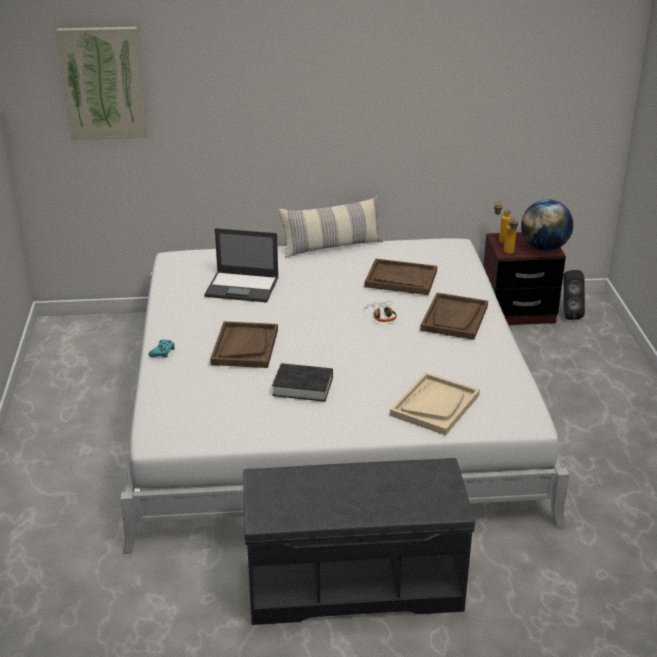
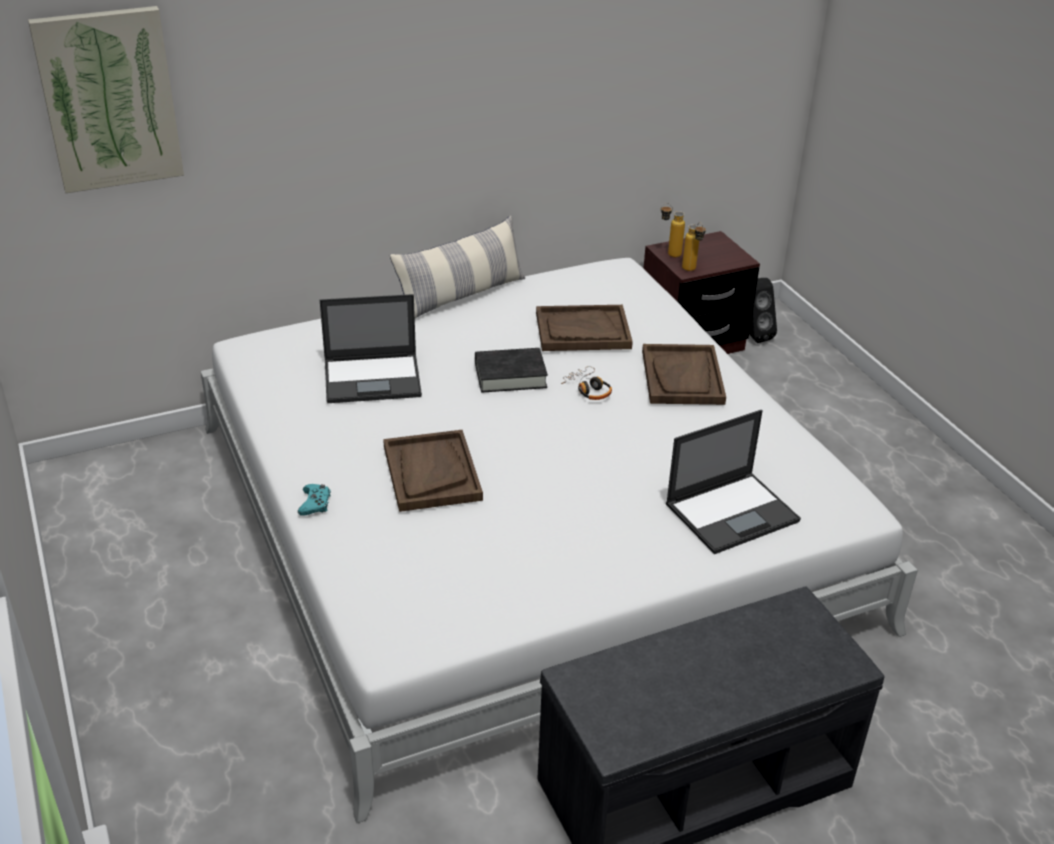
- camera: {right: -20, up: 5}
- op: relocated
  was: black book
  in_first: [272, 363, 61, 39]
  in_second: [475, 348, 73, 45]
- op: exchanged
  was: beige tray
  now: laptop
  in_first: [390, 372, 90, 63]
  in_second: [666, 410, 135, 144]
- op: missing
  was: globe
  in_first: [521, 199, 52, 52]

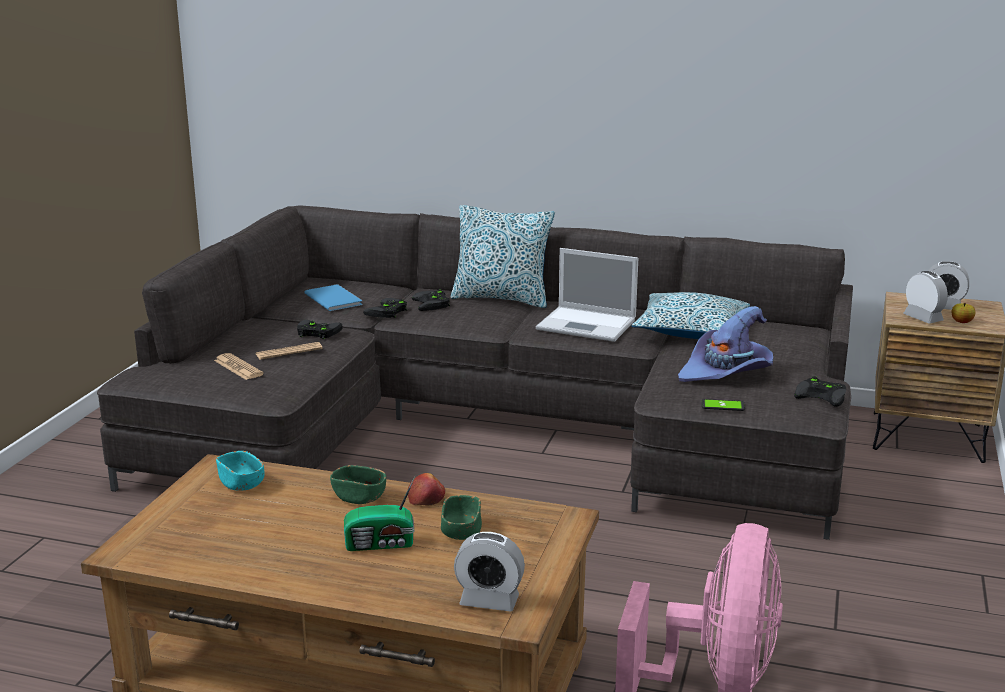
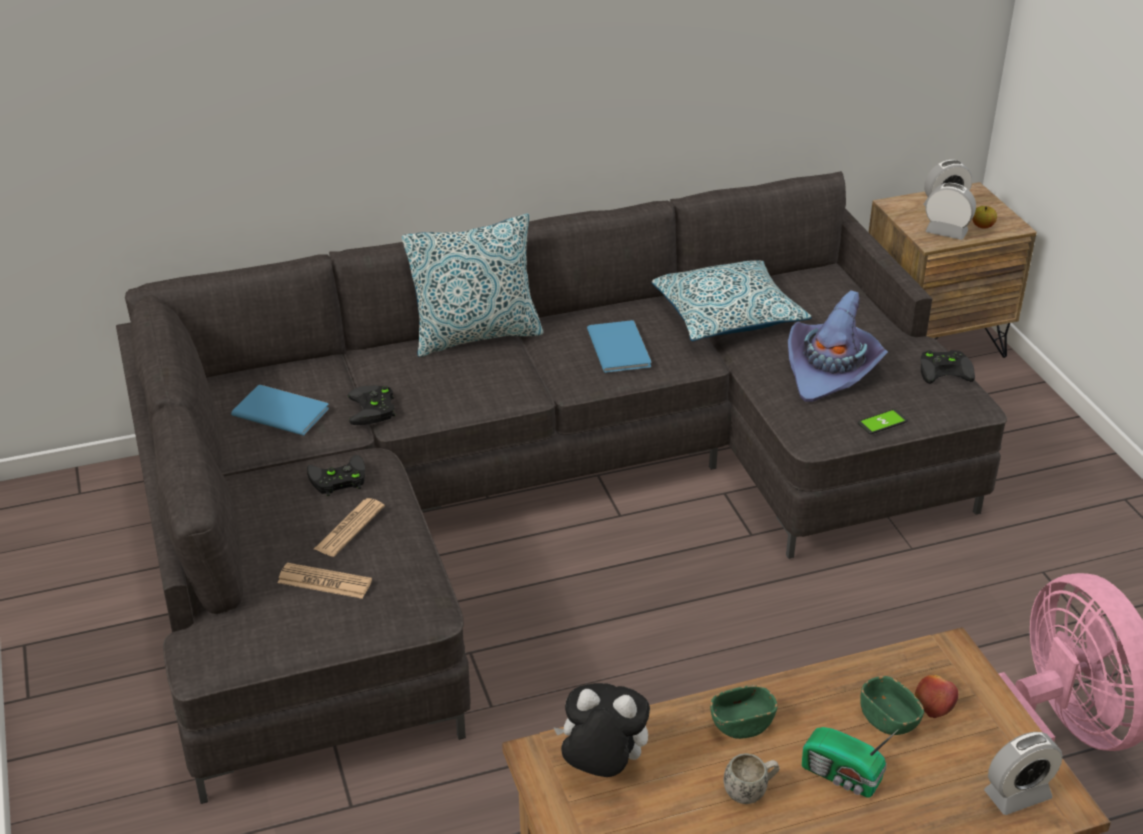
- camera: {right: -35, up: 15}
- op: exchanged
  was: turquoise bowl
  now: plush toy
  in_first: [216, 451, 49, 40]
  in_second: [553, 683, 97, 94]
- op: spun
  was: radio
  in_first: [344, 475, 72, 76]
  in_second: [802, 727, 96, 71]
  clockwise: 75
- op: relocated
  was: apple
  in_first: [408, 473, 37, 32]
  in_second: [915, 675, 43, 43]
- op: missing
  was: black game controller
  in_first: [412, 289, 38, 22]
- op: exchanged
  was: laptop
  now: blue book
  in_first: [536, 248, 102, 94]
  in_second: [587, 320, 64, 53]
- op: appeared
  now: white mug
  in_second: [724, 753, 56, 51]

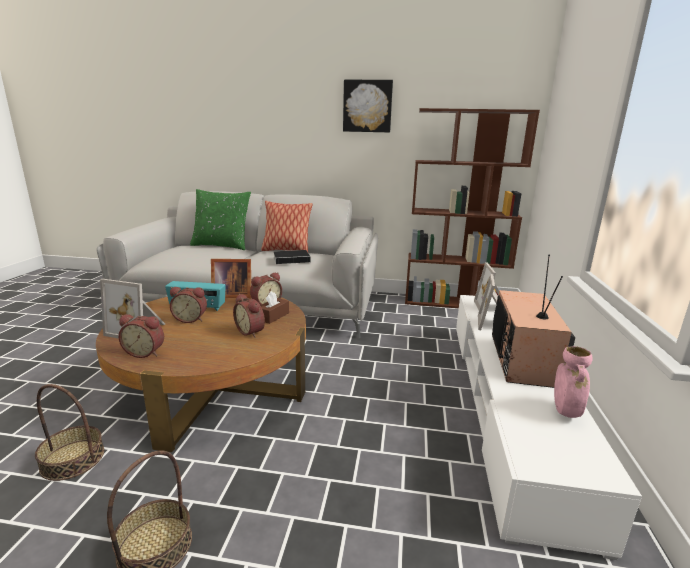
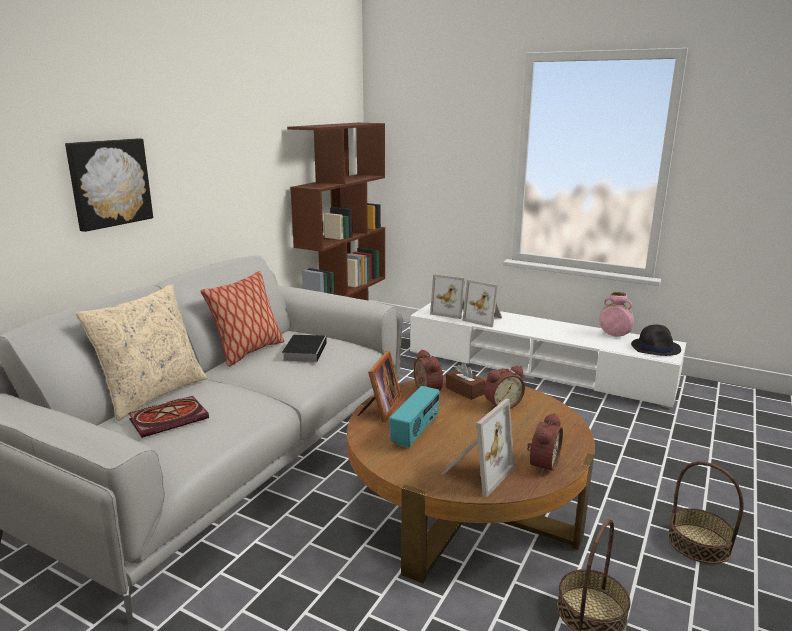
- camera: {right: -70, up: 0}
- op: missing
  was: alarm clock
  in_first: [170, 287, 37, 36]
- op: colour
  was: green pillow
  now: beige pillow
  in_first: [190, 189, 61, 61]
  in_second: [76, 284, 131, 137]
- op: relocated
  was: picture
  in_first: [343, 80, 50, 52]
  in_second: [65, 138, 88, 94]
- op: missing
  was: television
  in_first: [492, 255, 83, 133]
- op: appeared
  now: book
  in_second: [128, 396, 81, 42]
- op: appeared
  now: black hat
  in_second: [631, 324, 50, 32]

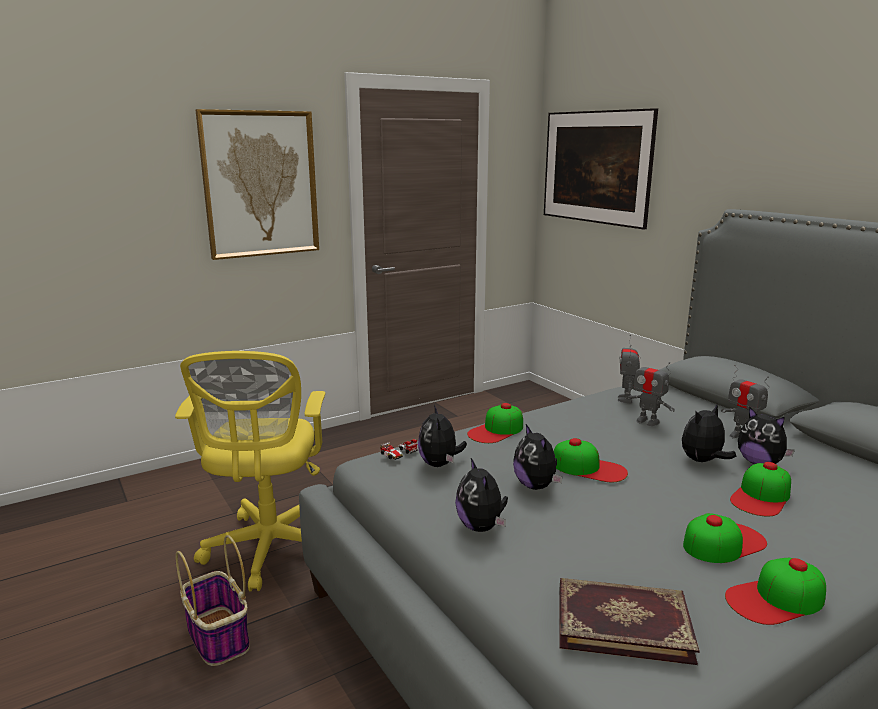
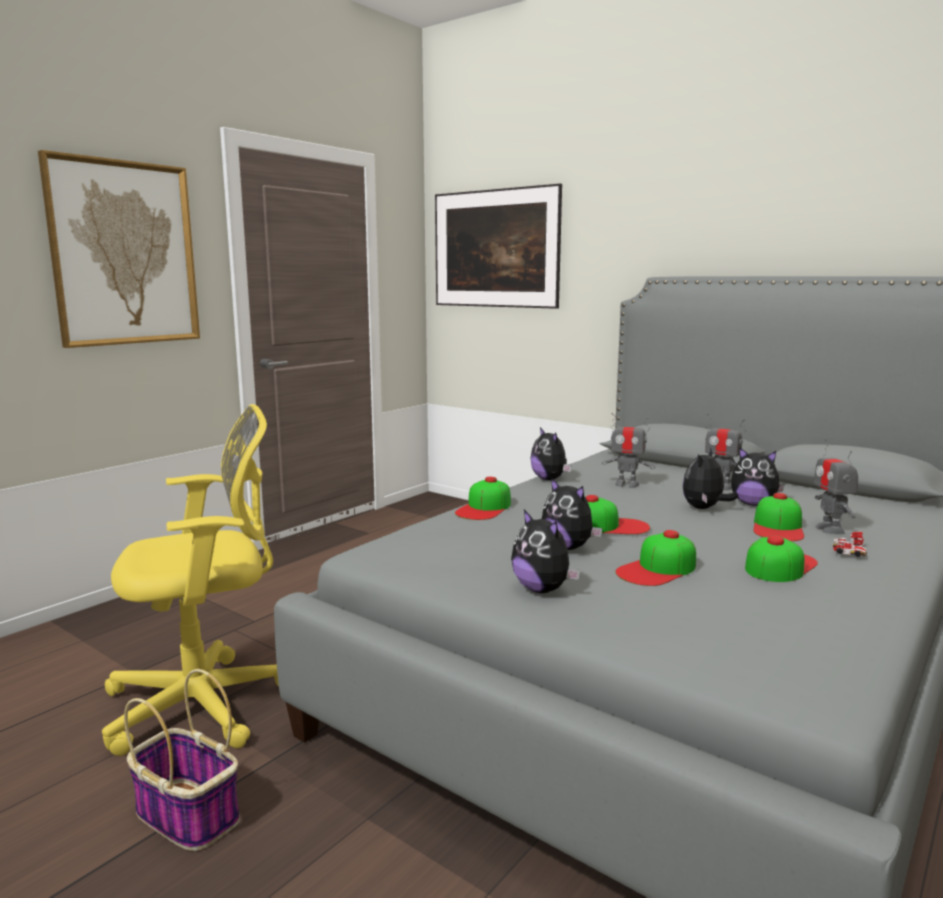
- camera: {right: -20, up: -5}
- op: spun
  was: yellow office chair
  in_first: [175, 351, 150, 240]
  in_second: [102, 404, 177, 352]
  clockwise: -90
- op: relocated
  was: toy car
  in_first: [380, 439, 38, 21]
  in_second: [833, 532, 34, 25]
- op: relocated
  was: plush toy
  in_first: [418, 405, 49, 62]
  in_second: [530, 427, 41, 53]
- op: missing
  was: book
  in_first: [560, 578, 140, 87]
- op: relocated
  was: toy robot
  in_first: [617, 335, 23, 69]
  in_second: [814, 439, 44, 95]
- op: relocated
  was: cap
  in_first: [725, 558, 101, 67]
  in_second: [615, 530, 81, 56]

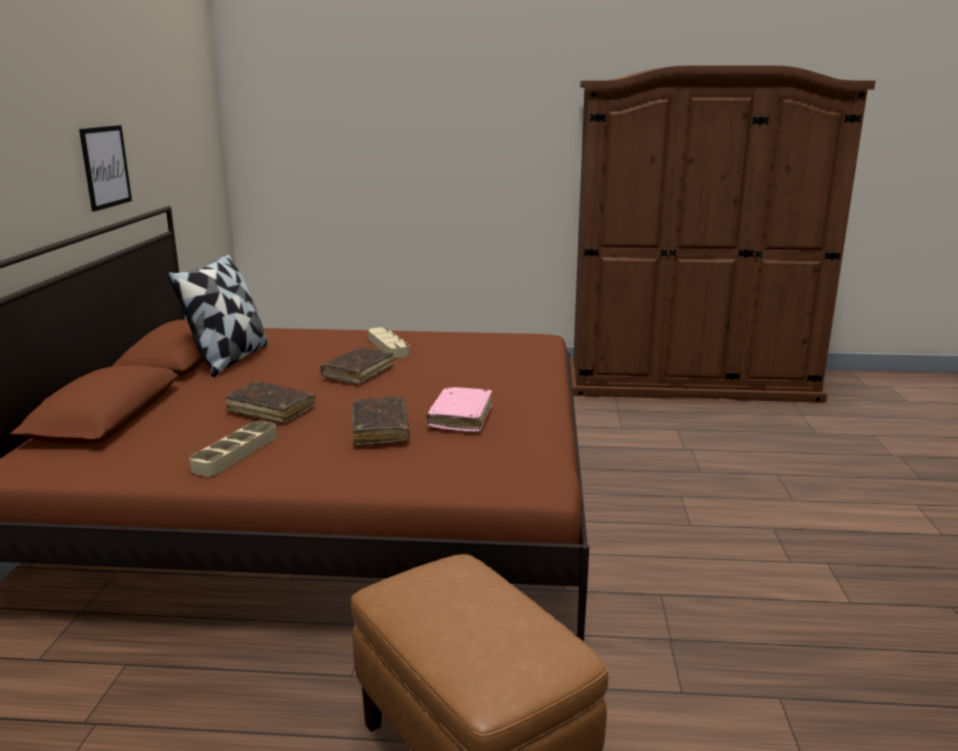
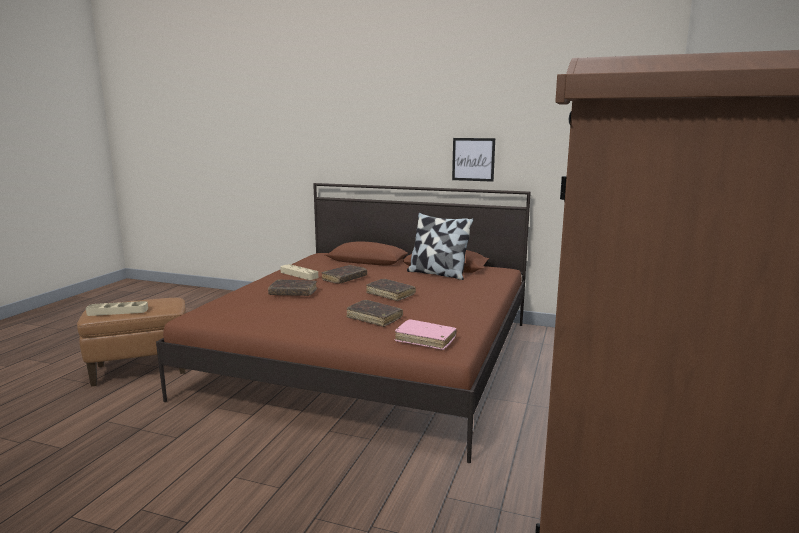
- camera: {right: 105, up: -5}
- op: relocated
  was: beige tray
  in_first: [368, 327, 42, 31]
  in_second: [86, 301, 62, 15]
- op: relocated
  was: pink book
  in_first: [426, 387, 66, 45]
  in_second: [395, 319, 62, 31]
- op: appeared
  now: brown book
  in_second: [346, 300, 57, 27]

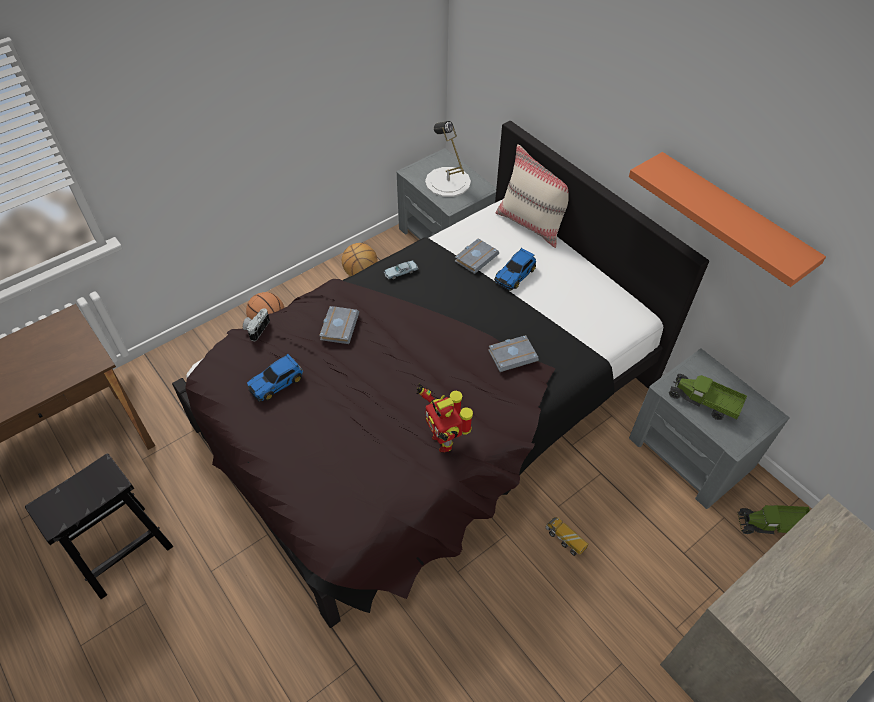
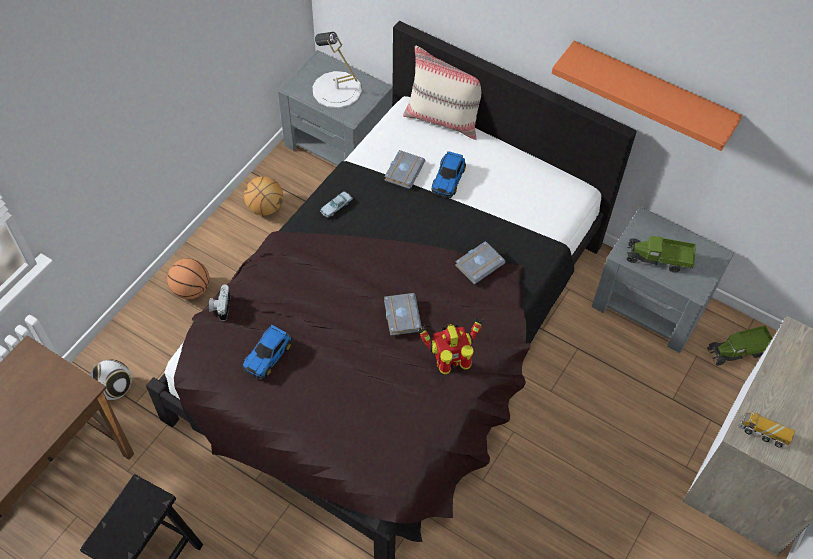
- camera: {right: -20, up: 5}
- op: relocated
  was: grey book
  in_first: [319, 306, 40, 38]
  in_second: [384, 293, 38, 43]
- op: spun
  was: toy robot
  in_first: [416, 384, 57, 69]
  in_second: [418, 317, 66, 57]
  clockwise: 120
- op: relocated
  was: toy truck
  in_first: [545, 517, 43, 39]
  in_second: [739, 412, 56, 36]
- op: appeared
  now: football
  in_second: [90, 360, 42, 40]

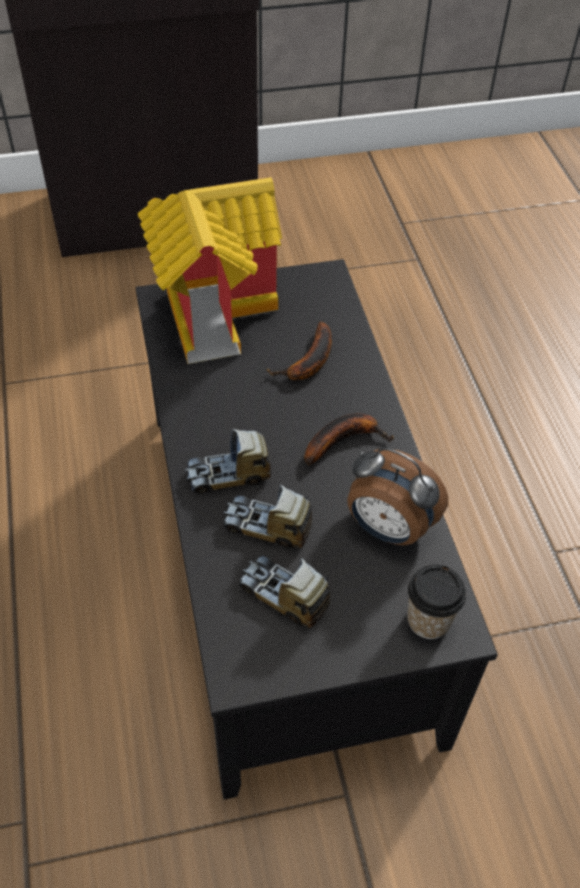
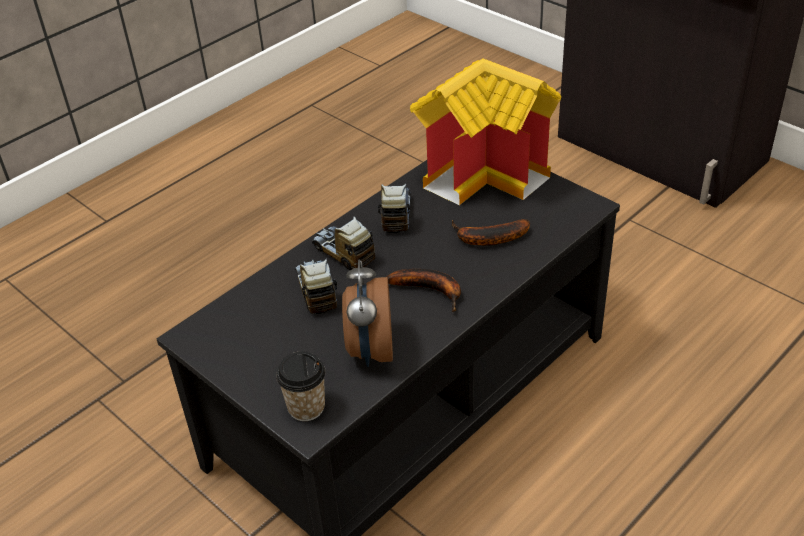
- camera: {right: 60, up: -10}
- op: relocated
  was: toy truck
  in_first: [239, 556, 91, 72]
  in_second: [378, 184, 33, 49]

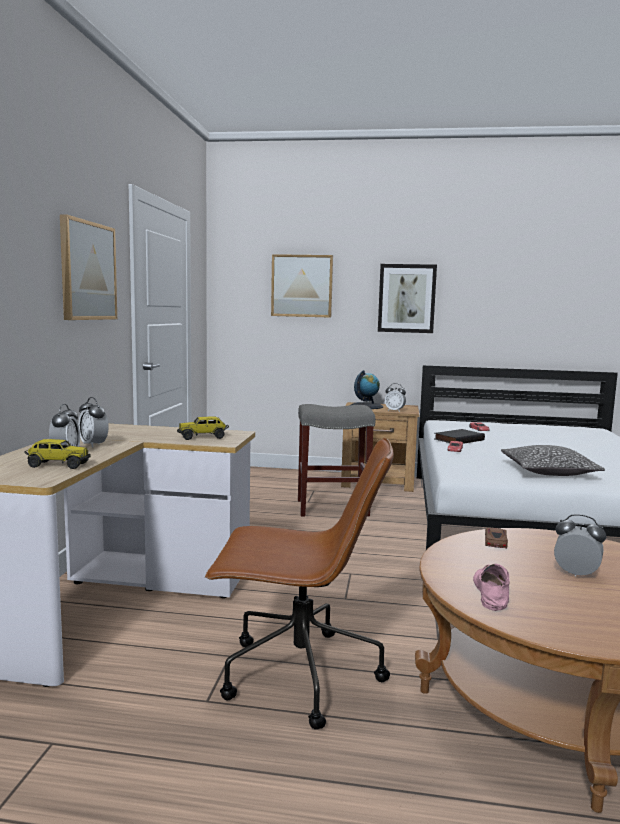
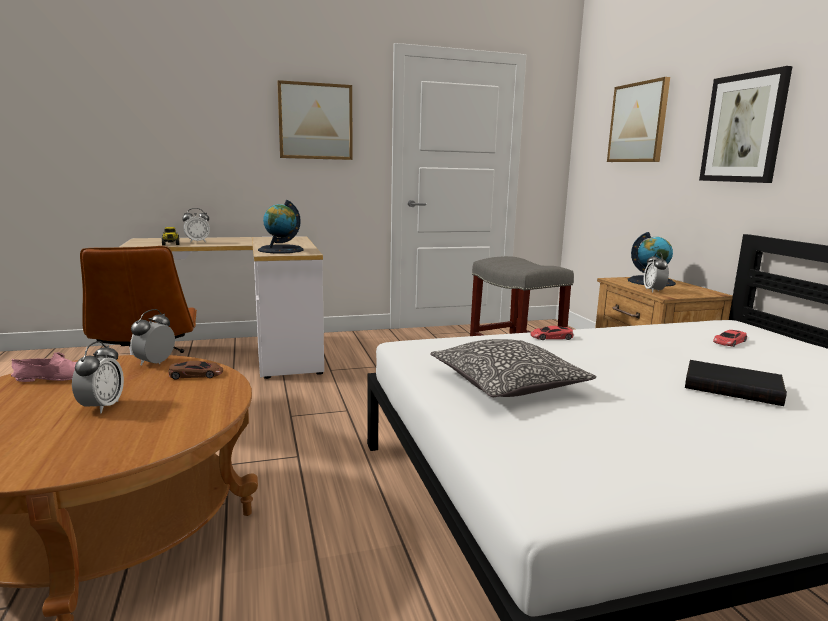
- camera: {right: 65, up: 5}
- op: relocated
  was: alarm clock
  in_first: [78, 397, 30, 51]
  in_second: [130, 309, 45, 57]
- op: exchanged
  was: toy truck
  now: globe
  in_first: [177, 417, 52, 23]
  in_second: [258, 200, 46, 53]
- op: relocated
  was: black book
  in_first: [434, 429, 51, 15]
  in_second: [685, 360, 102, 46]

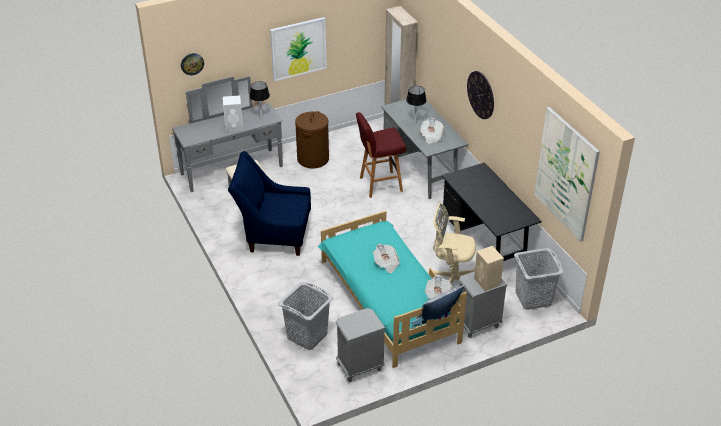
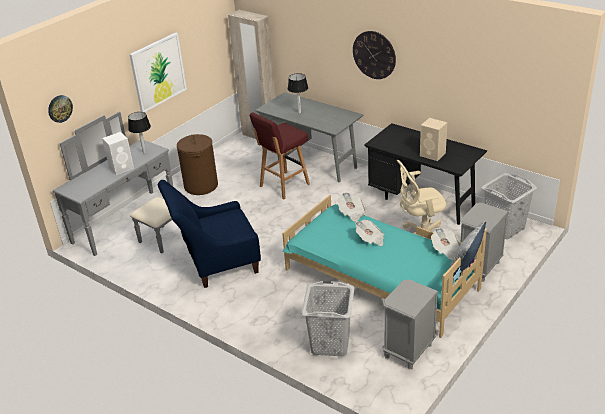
- camera: {right: -25, up: -5}
- op: relocated
  was: newspaper
  in_first: [420, 118, 24, 26]
  in_second: [338, 192, 28, 30]
- op: relocated
  was: beige speaker
  in_first: [474, 246, 30, 45]
  in_second: [420, 118, 27, 43]
- op: missing
  was: picture
  in_first: [534, 107, 66, 135]

